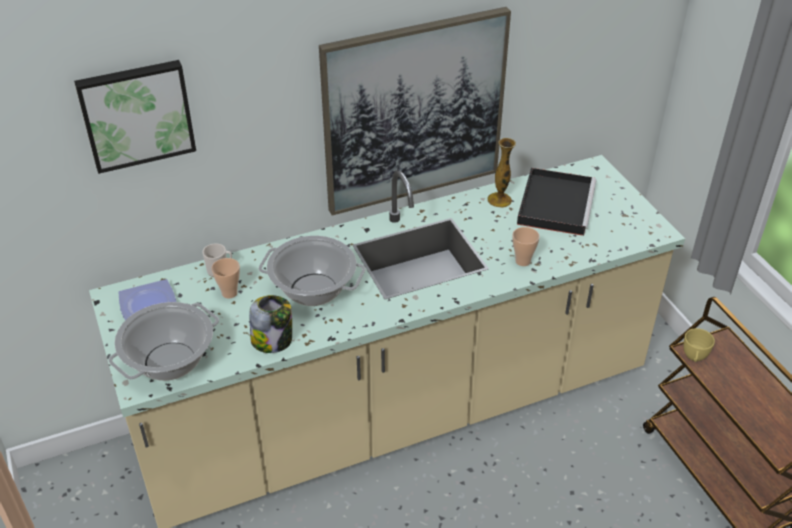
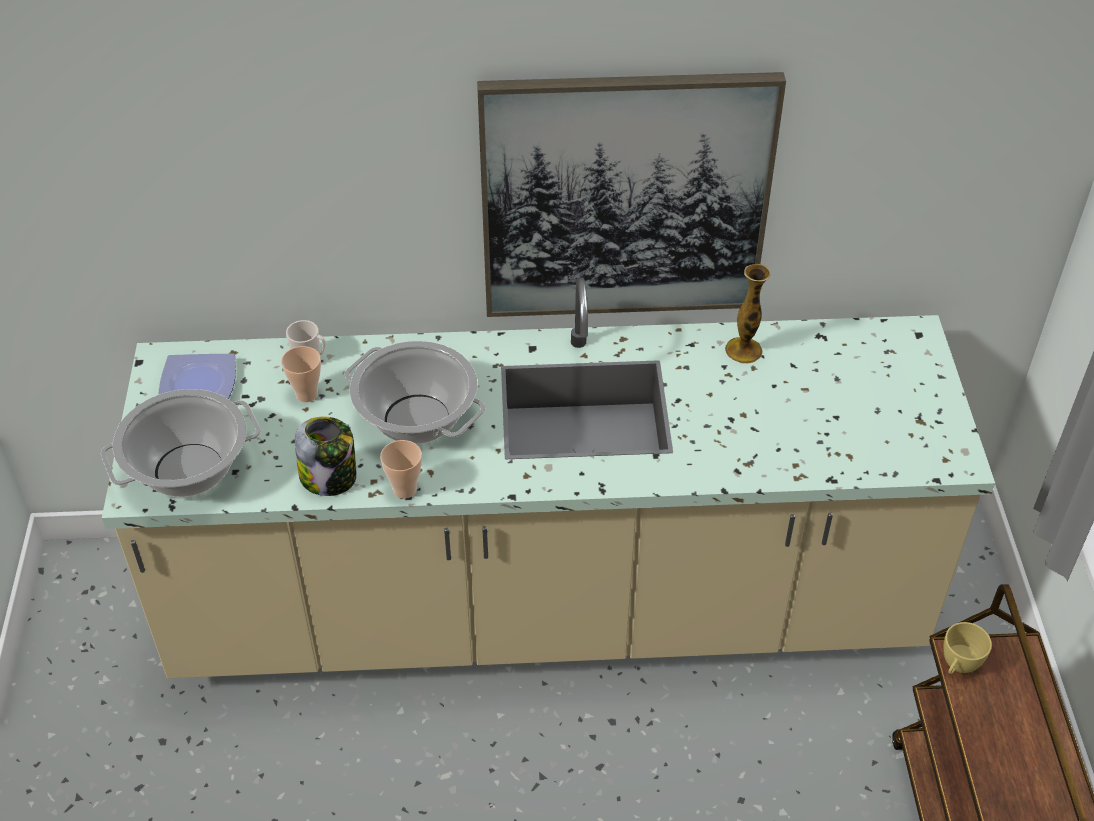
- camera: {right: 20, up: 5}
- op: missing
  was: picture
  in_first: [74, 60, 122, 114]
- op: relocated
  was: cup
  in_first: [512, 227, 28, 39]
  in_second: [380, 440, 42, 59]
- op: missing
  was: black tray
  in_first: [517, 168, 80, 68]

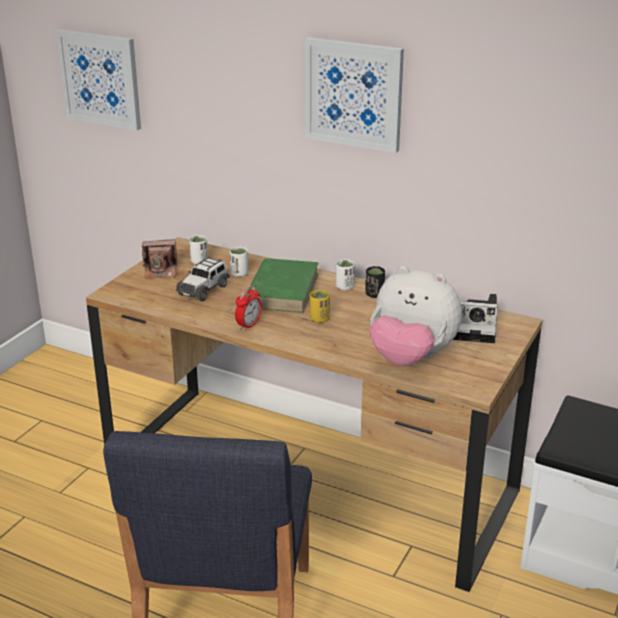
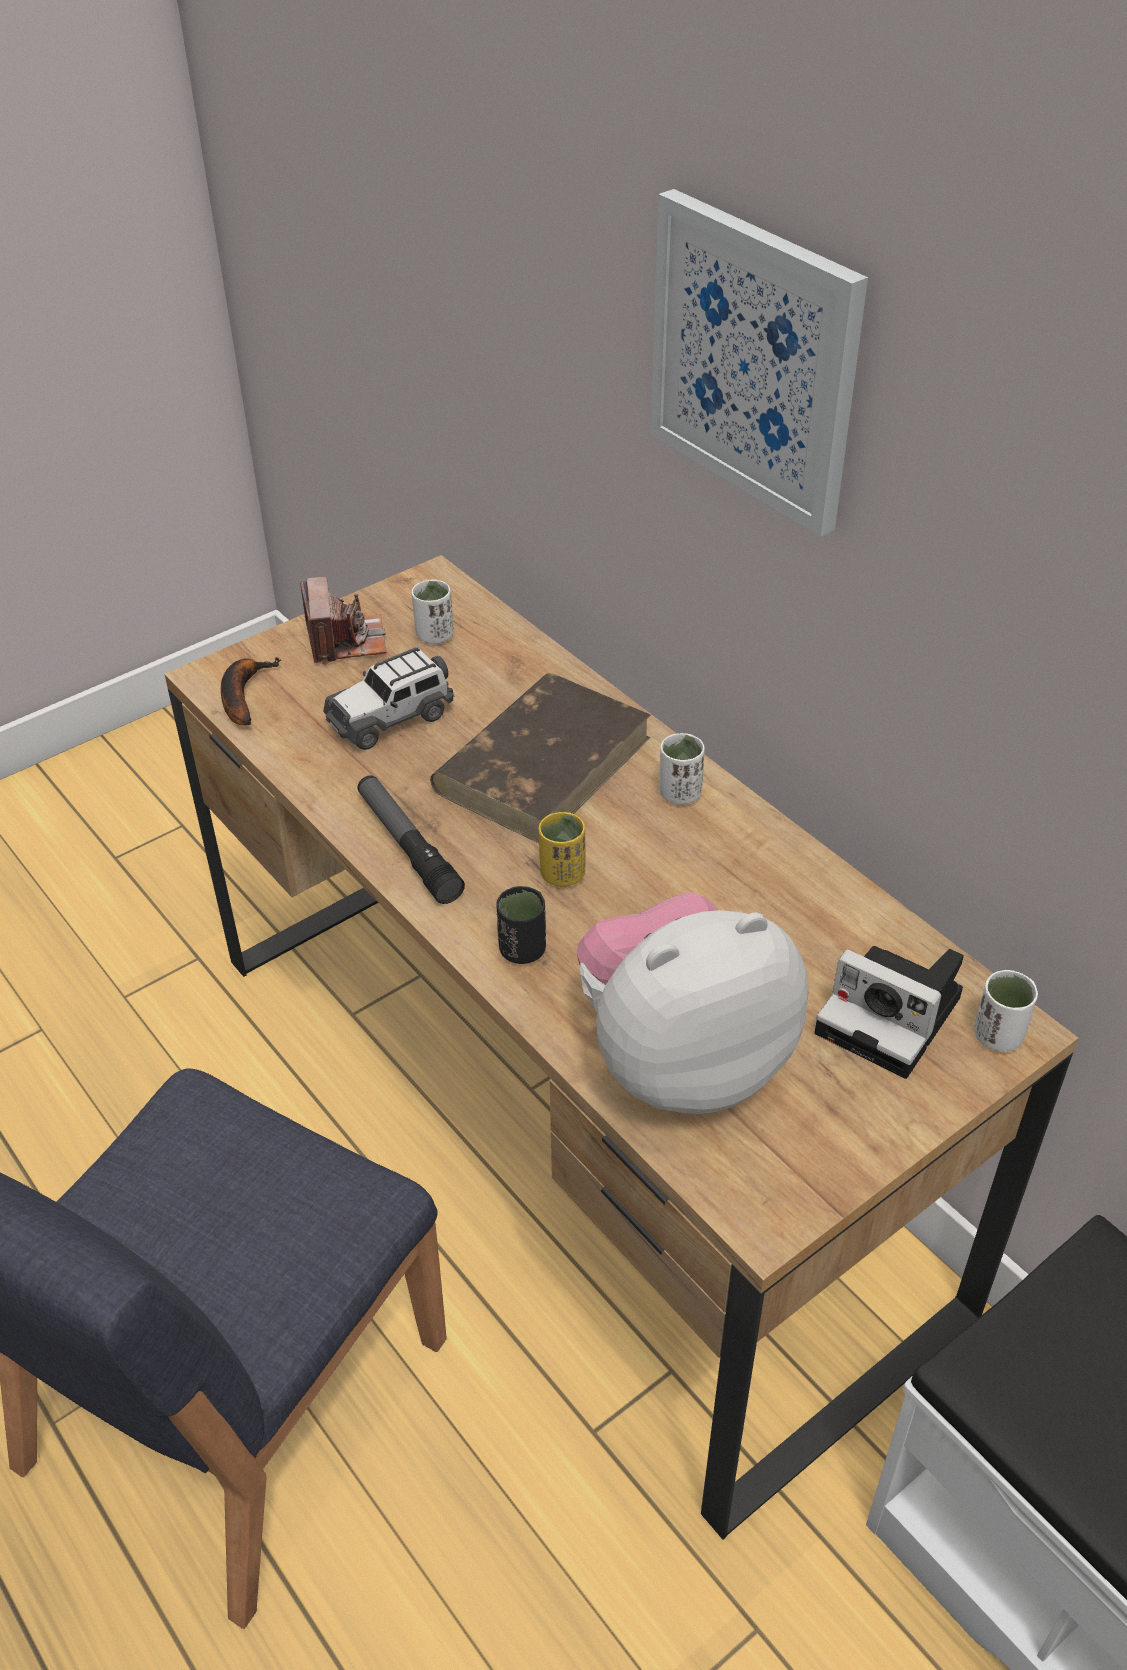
- camera: {right: 25, up: 15}
- op: missing
  was: picture
  in_first: [56, 29, 85, 102]
- op: spun
  was: photo camera
  in_first: [142, 239, 36, 39]
  in_second: [300, 577, 86, 88]
  clockwise: -120
- op: relocated
  was: white cup
  in_first: [230, 247, 18, 30]
  in_second: [974, 970, 64, 82]
- op: exchanged
  was: alarm clock
  now: flashlight
  in_first: [235, 285, 27, 46]
  in_second: [358, 775, 107, 129]
- op: colour
  was: green book
  now: brown book
  in_first: [245, 258, 74, 55]
  in_second: [430, 673, 221, 170]
- op: relocated
  was: black cup
  in_first: [365, 266, 20, 32]
  in_second: [496, 886, 50, 78]
- op: spun
  was: plush toy
  in_first: [370, 266, 92, 100]
  in_second: [577, 892, 231, 222]
  clockwise: 105
- op: appeared
  now: banana
  in_second: [221, 657, 60, 69]

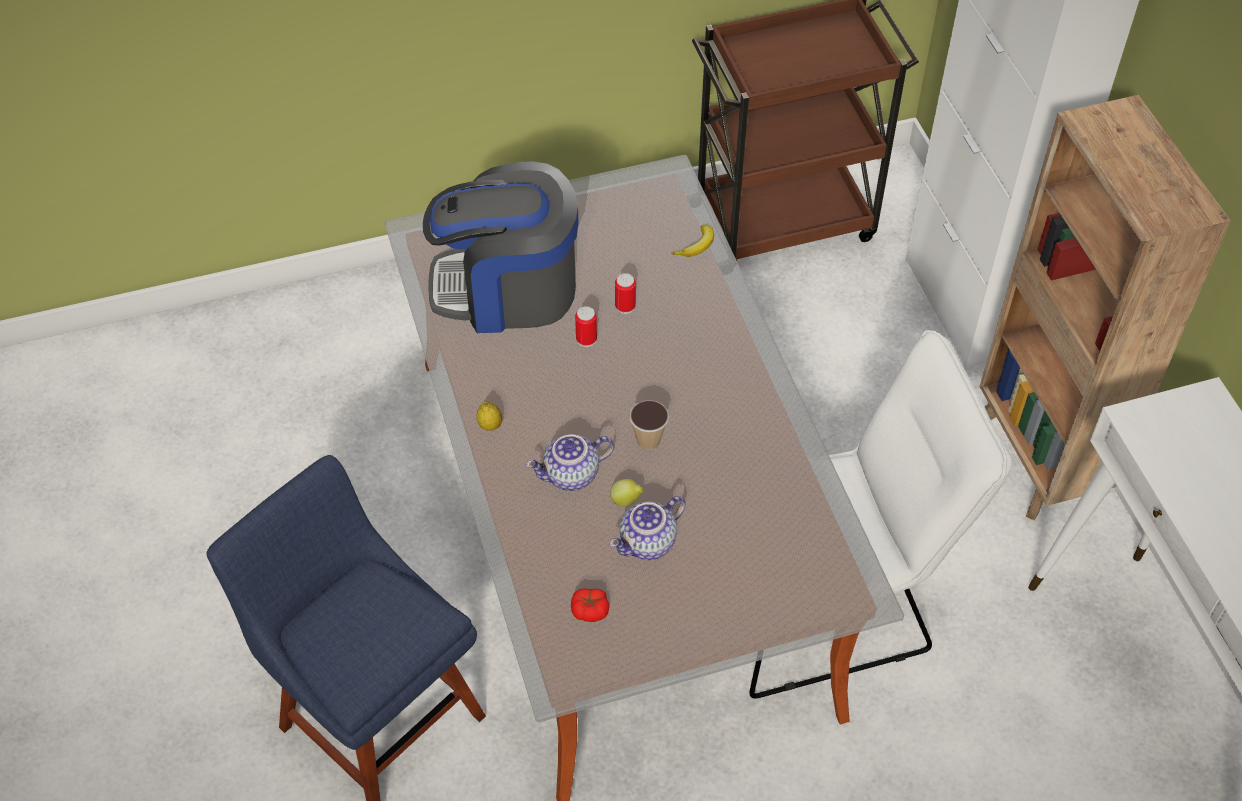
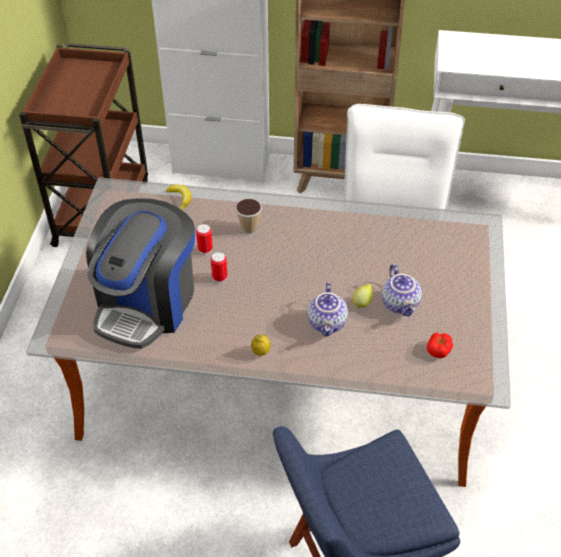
- camera: {right: -65, up: -5}
- op: relocated
  was: cup
  in_first: [629, 400, 40, 50]
  in_second: [235, 199, 27, 34]

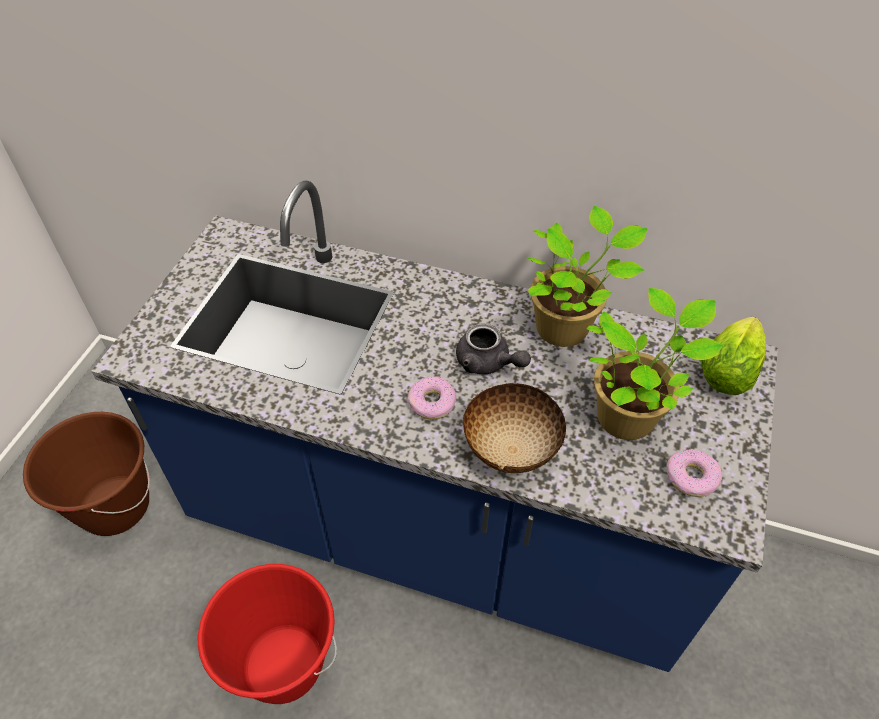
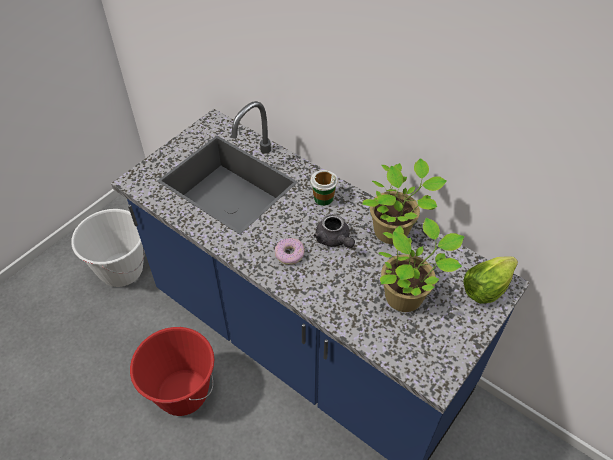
- camera: {right: 20, up: 0}
- op: colour
  was: brown bucket
  now: white bucket
  in_first: [23, 412, 127, 124]
  in_second: [71, 209, 74, 78]
- op: missing
  was: bowl
  in_first: [463, 383, 103, 90]
- op: missing
  was: donut
  in_first: [667, 449, 55, 48]
- op: appeared
  now: cup
  in_second: [310, 170, 28, 36]

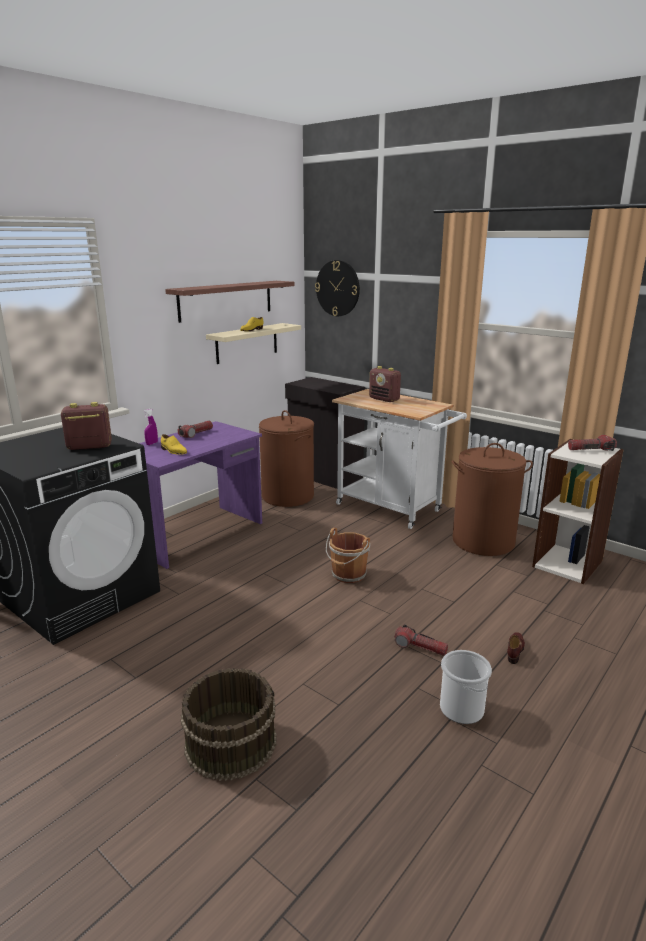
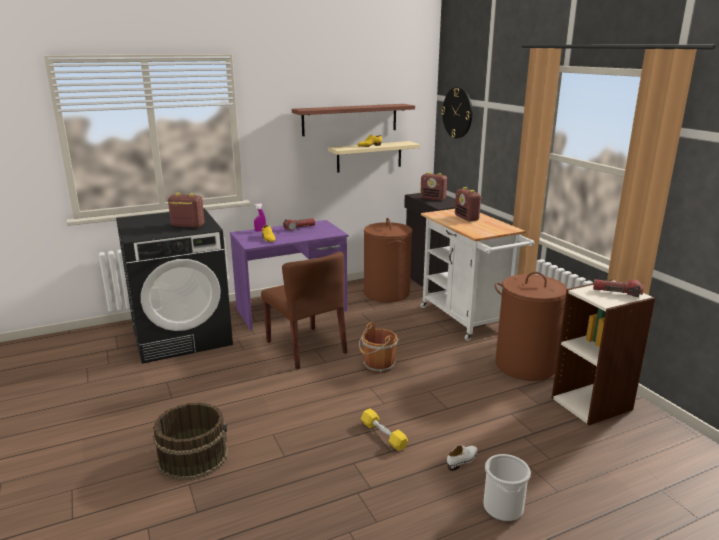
- camera: {right: 25, up: 0}
- op: exchanged
  was: flashlight
  now: yellow dumbbell
  in_first: [395, 624, 53, 32]
  in_second: [361, 408, 47, 43]
- op: relocated
  was: bucket
  in_first: [440, 650, 52, 74]
  in_second: [483, 454, 48, 67]
- op: colour
  was: brown shoe
  now: white shoe
  in_first: [507, 632, 18, 32]
  in_second: [447, 445, 31, 26]
- op: appeared
  now: brown chair
  in_second: [261, 251, 86, 118]
- op: appeared
  now: radio
  in_second: [420, 172, 27, 29]

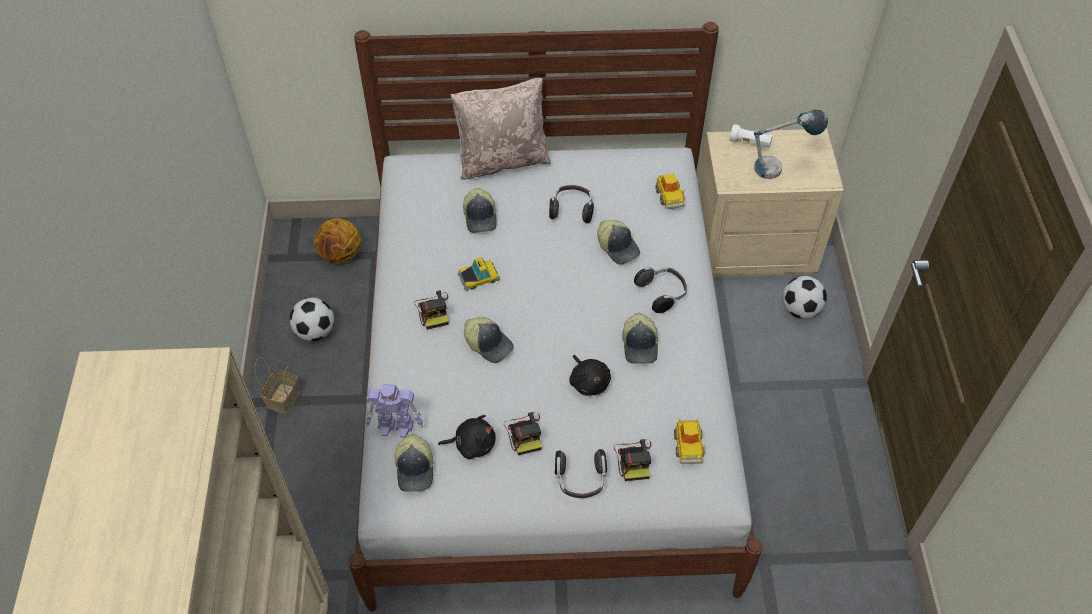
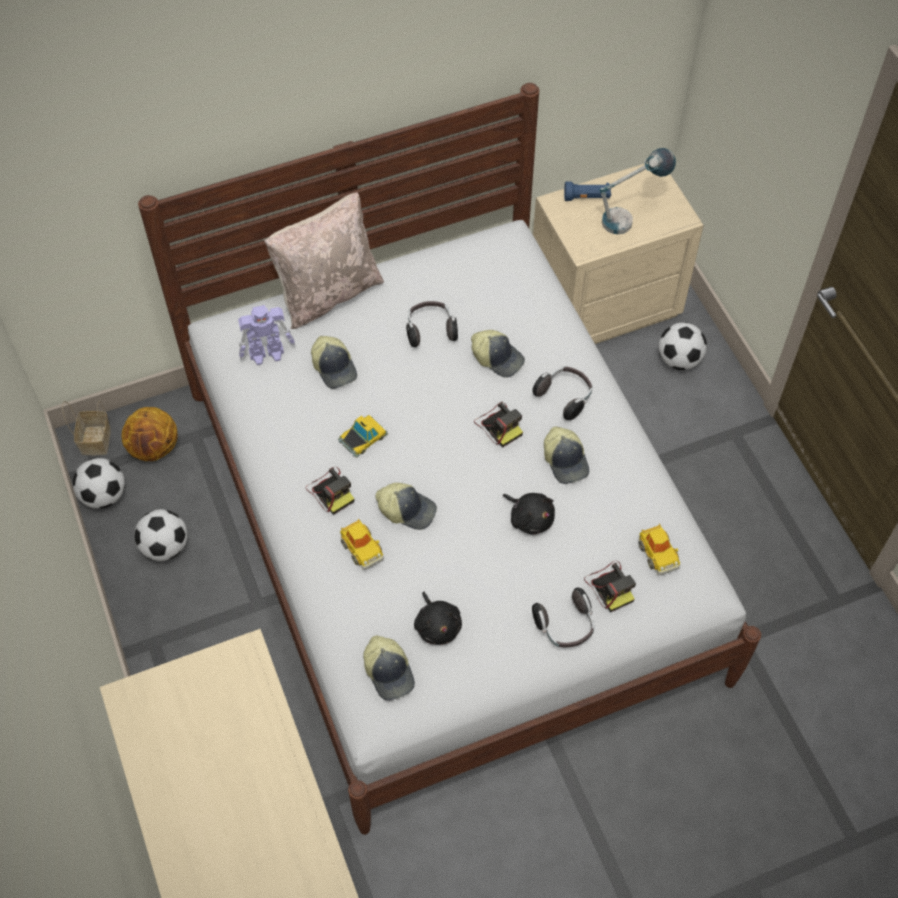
- camera: {right: -20, up: 5}
- op: relocated
  was: basket
  in_first: [254, 357, 47, 57]
  in_second: [62, 401, 49, 54]
- op: relocated
  was: toy robot
  in_first: [366, 384, 57, 54]
  in_second: [238, 305, 57, 60]
- op: spun
  was: black plush toy
  in_first: [438, 415, 58, 44]
  in_second: [414, 592, 48, 53]
  clockwise: 90
- op: relocated
  was: photo camera
  in_first: [504, 412, 38, 43]
  in_second: [474, 402, 49, 46]
- op: relocated
  was: toy car
  in_first: [655, 173, 30, 36]
  in_second: [340, 518, 44, 52]
- op: colour
  was: white flashlight
  now: blue flashlight
  in_first: [729, 124, 43, 24]
  in_second: [564, 182, 47, 19]
- op: appeared
  now: football
  in_second: [73, 458, 52, 51]

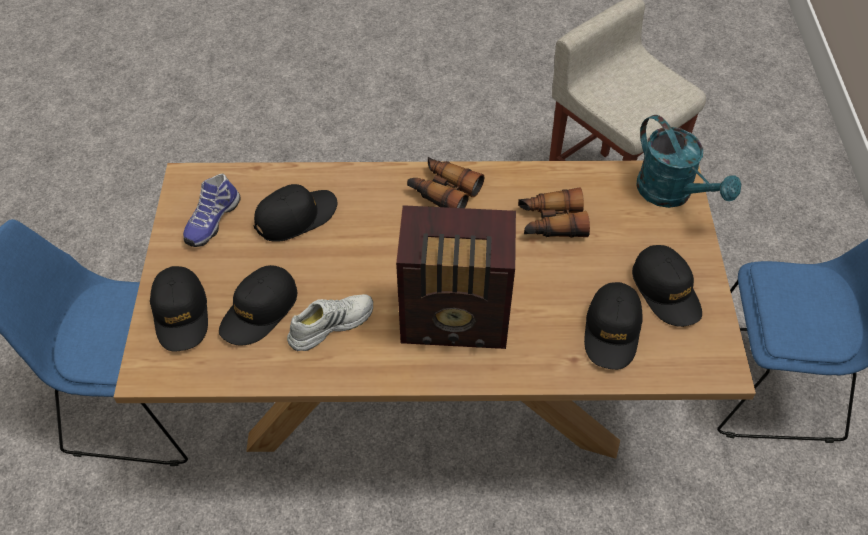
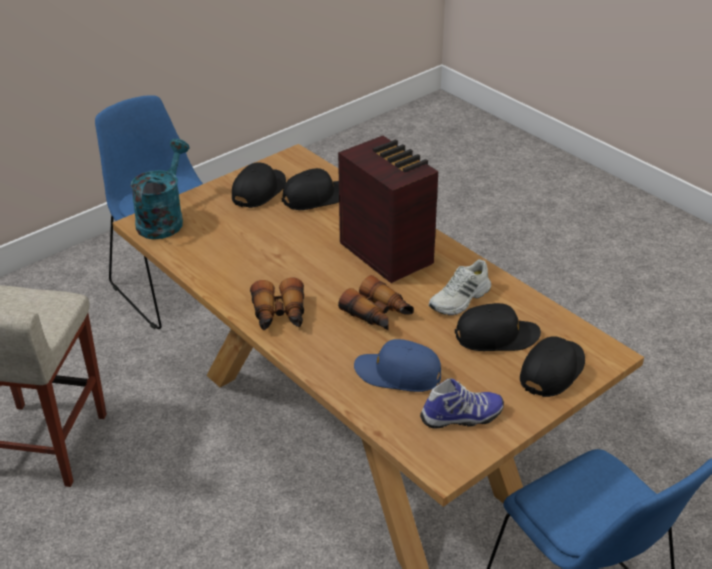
- camera: {right: -130, up: -15}
- op: colour
  was: black cap
  now: blue cap
  in_first: [253, 184, 84, 58]
  in_second: [354, 339, 87, 53]
- op: spun
  was: white shoe
  in_first: [287, 294, 86, 57]
  in_second: [429, 259, 62, 56]
  clockwise: -60
- op: relocated
  was: binoculars
  in_first: [518, 187, 72, 51]
  in_second: [338, 275, 76, 55]

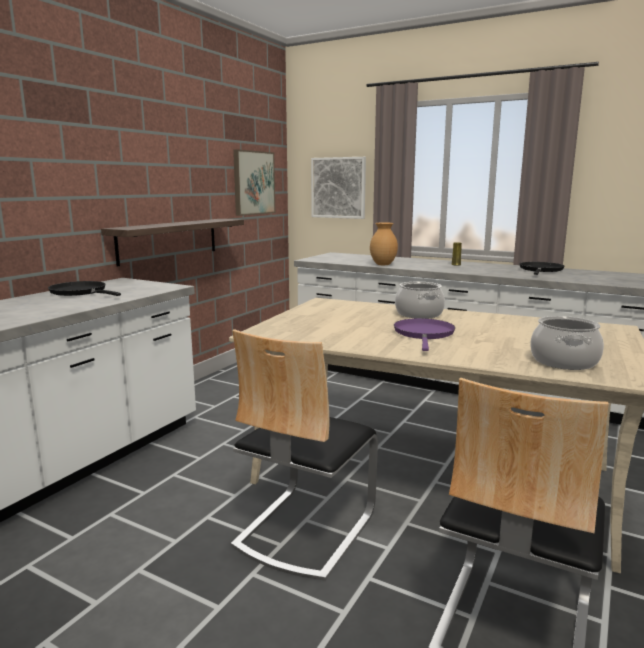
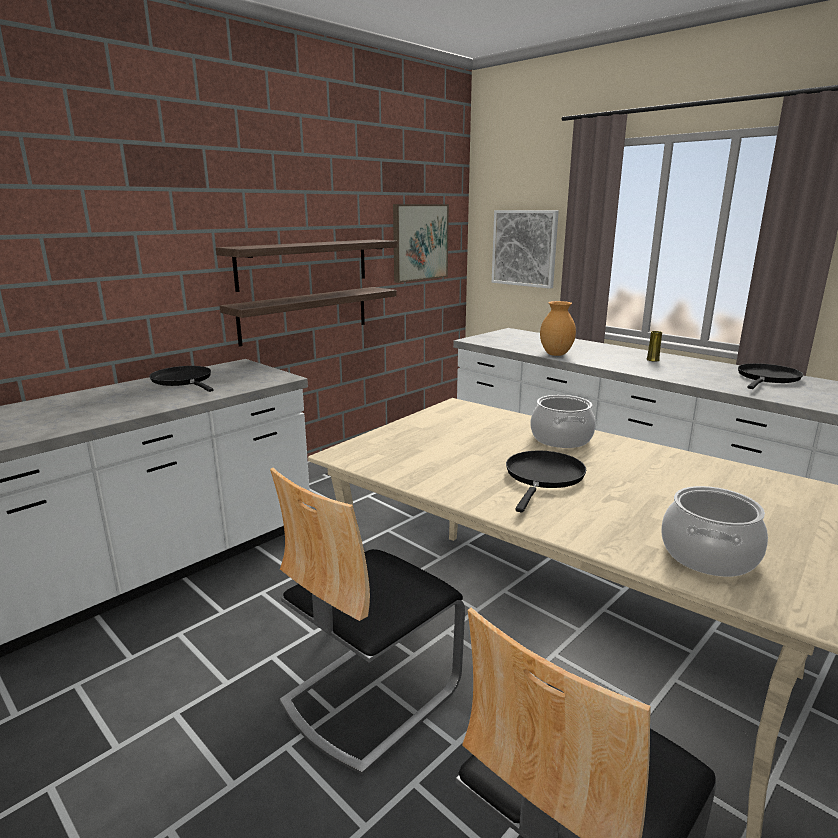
- camera: {right: 15, up: 5}
- op: colour
  was: purple frying pan
  now: black frying pan
  in_first: [394, 318, 61, 33]
  in_second: [506, 451, 80, 62]
- op: appeared
  now: shelf
  in_second: [216, 240, 182, 52]

